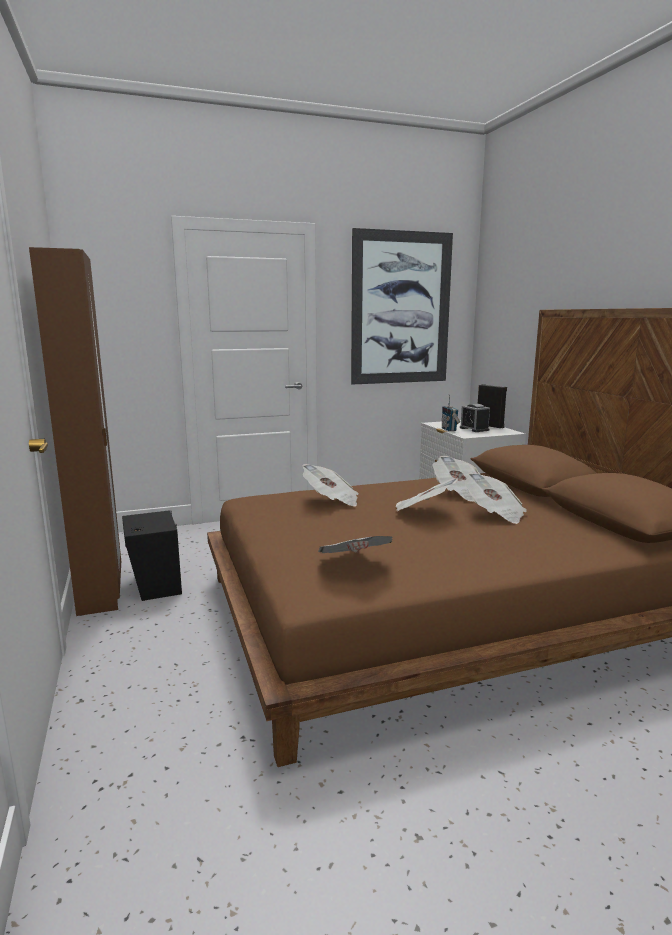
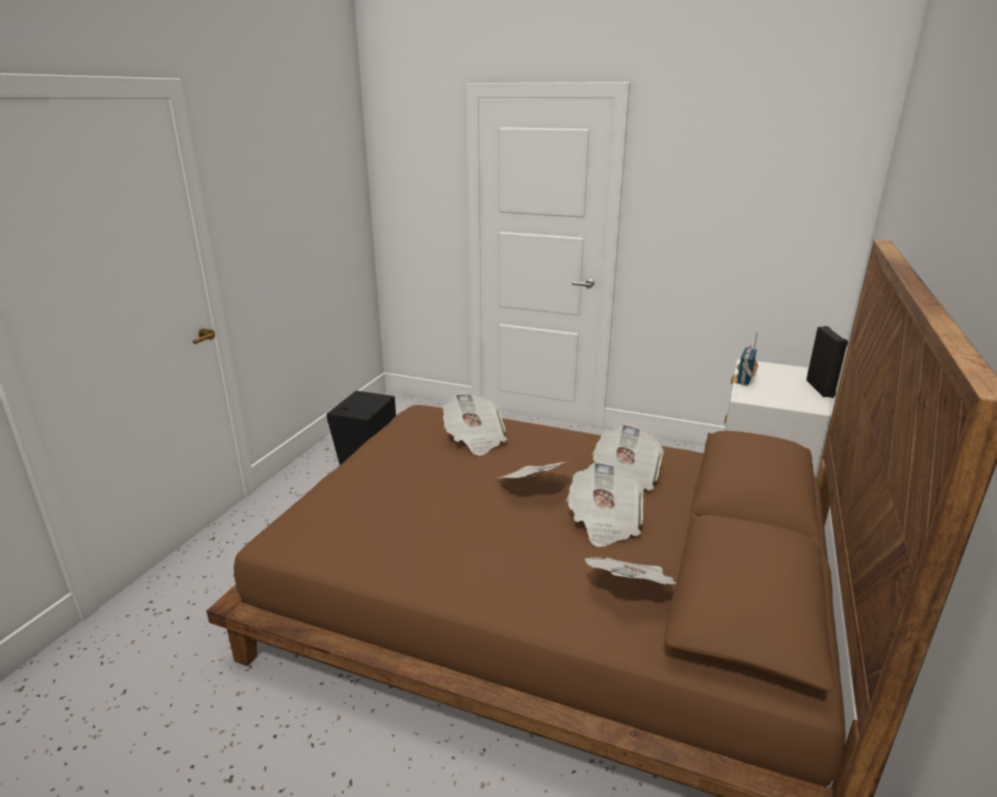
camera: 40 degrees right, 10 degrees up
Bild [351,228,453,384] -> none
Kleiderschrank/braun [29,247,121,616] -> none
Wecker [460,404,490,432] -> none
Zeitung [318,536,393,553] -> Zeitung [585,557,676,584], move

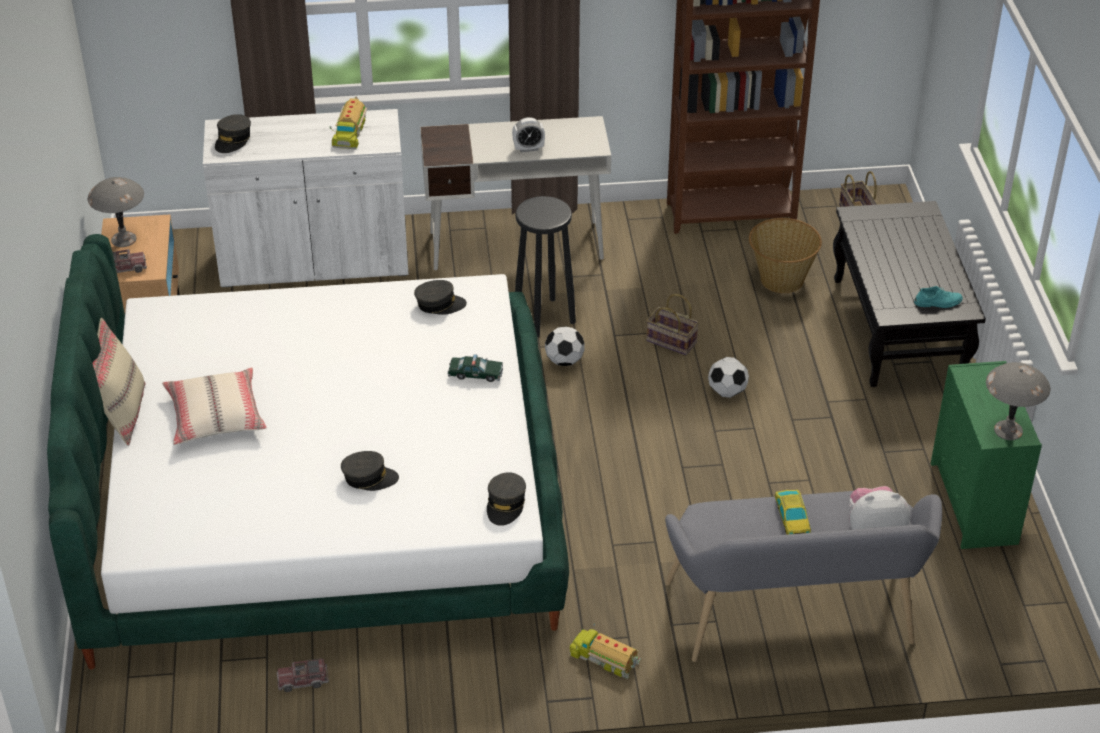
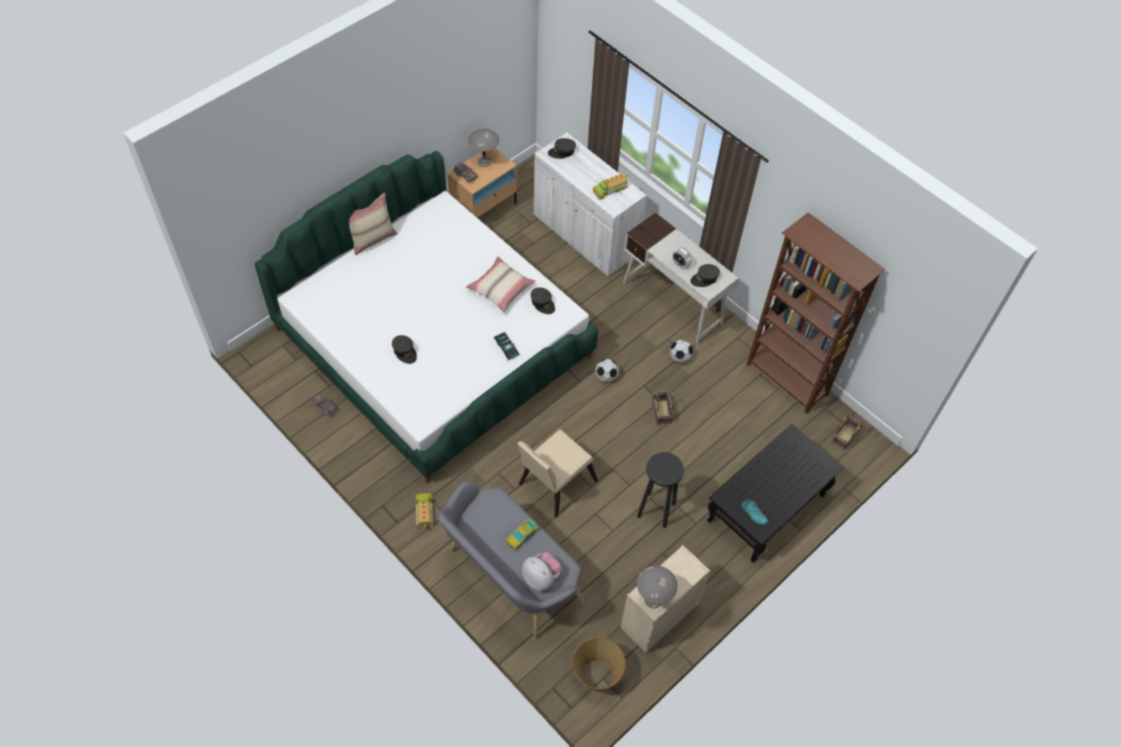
camera: 50 degrees right, 15 degrees up
Hocker/schwarz [515,196,576,337] -> Hocker/schwarz [637,452,684,528], move
Korb [749,218,822,293] -> Korb [572,637,626,692], move
Fußball [708,357,749,398] -> Fußball [670,340,693,363], move
Kommode/grün [931,361,1042,549] -> Kommode/beige [620,545,710,653]
Kissen/beige [162,368,267,445] -> Kissen/beige [466,257,535,312], move
Kappe/grau [487,472,526,526] -> Kappe/grau [690,264,720,287], move
none -> Stuhl/beige [517,429,598,518]

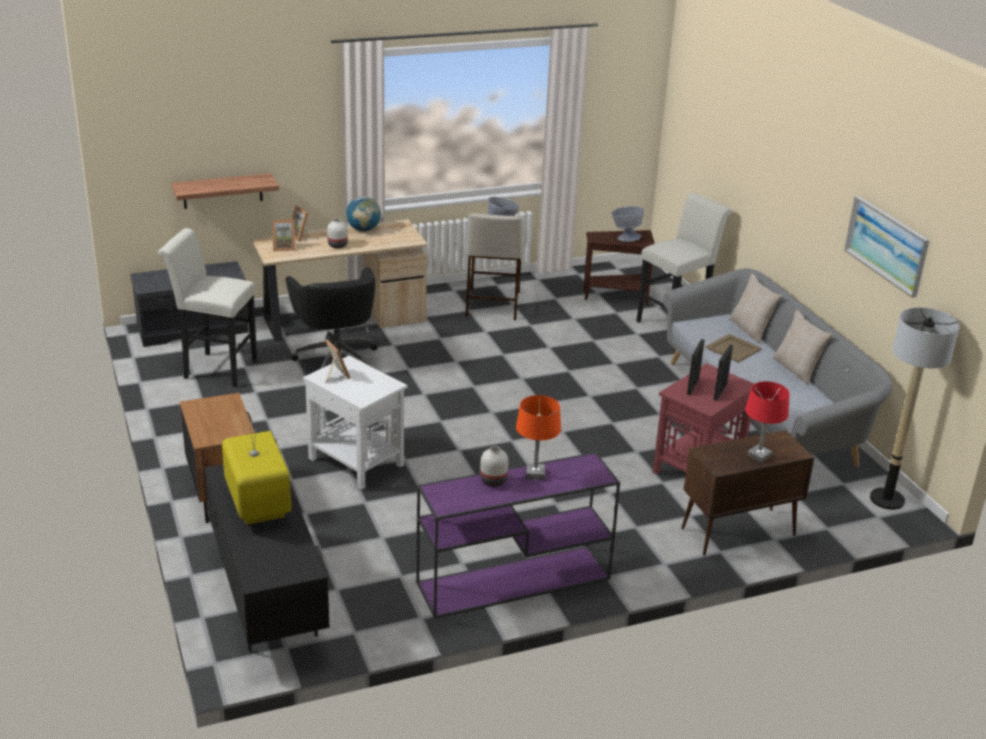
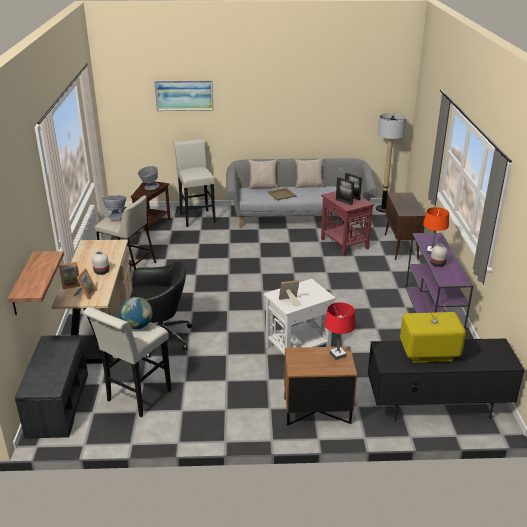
camera: 70 degrees left, 0 degrees up
Globus [346,196,381,231] -> Globus [120,297,153,329], move
Bild [844,196,930,298] -> Bild [154,80,214,111], move
Tischlampe/rot [745,381,790,463] -> Tischlampe/rot [325,302,356,360], move

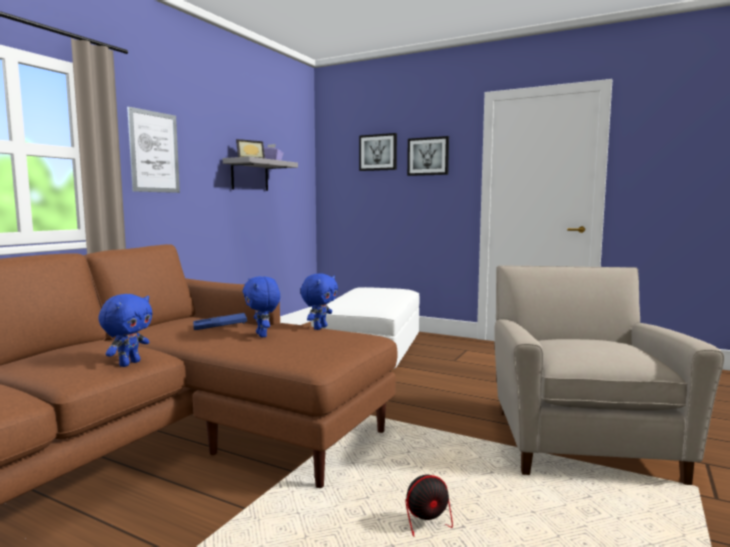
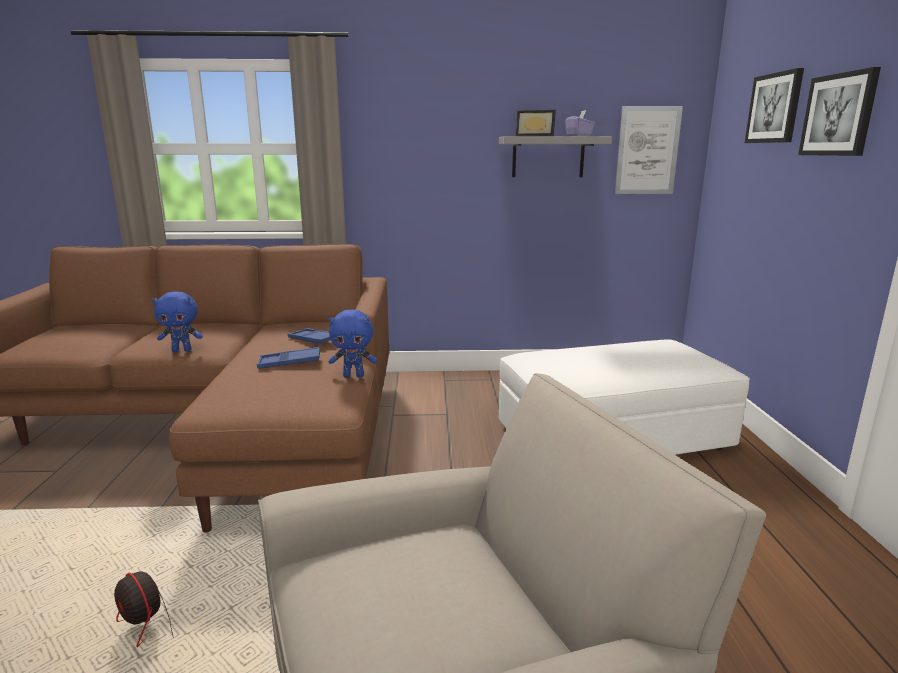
camera: 60 degrees right, 10 degrees up
Bild [127,107,180,193] -> Bild [615,106,683,194], move
Plüschtier/blau [242,276,280,337] -> Tablett/blau [257,347,320,369]

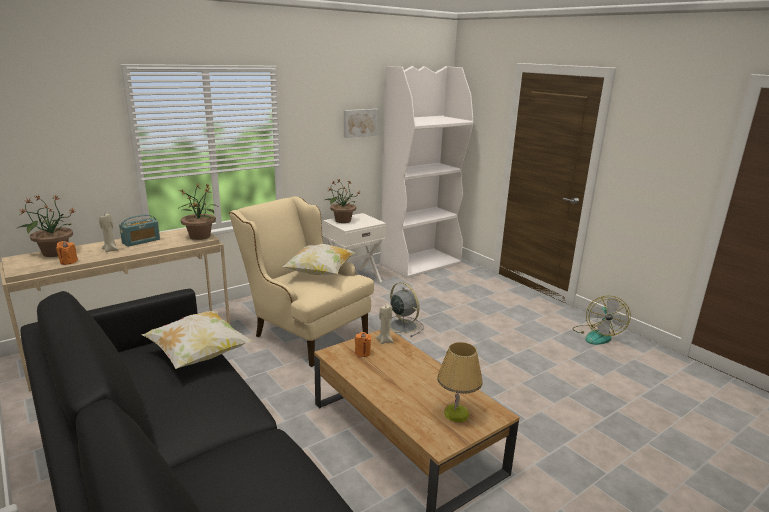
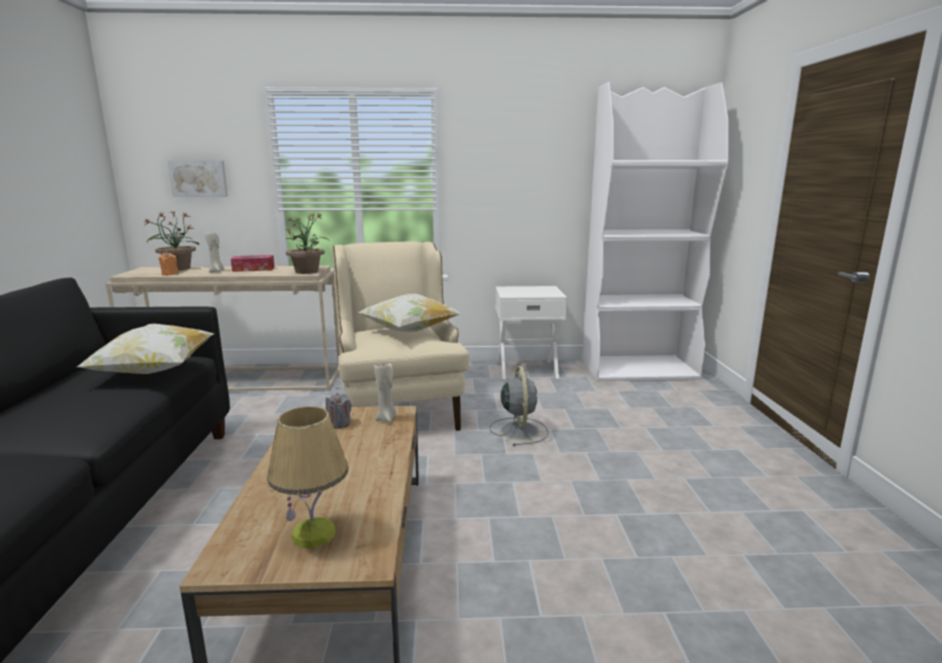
camera: 35 degrees right, 5 degrees down
Bild [344,109,379,138] -> Bild [167,160,228,197], move
Topfpflanze [323,180,360,223] -> none
Radio [119,215,160,247] -> Taschentuchbox [231,255,274,272]
Ventilator [572,296,631,345] -> none
Kerze/orange [355,332,371,357] -> Kerze/grau [326,393,351,429]

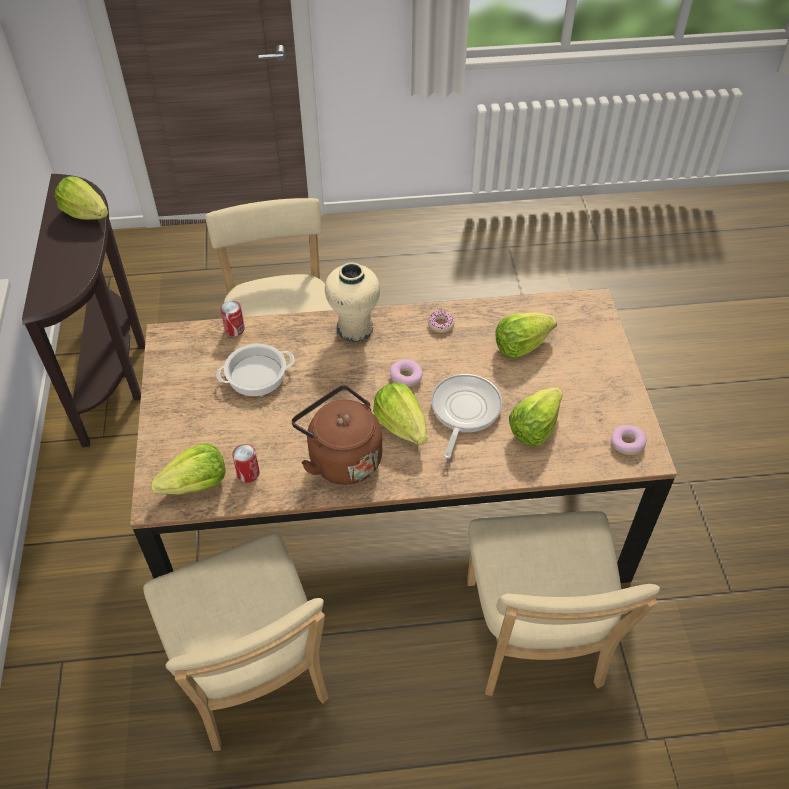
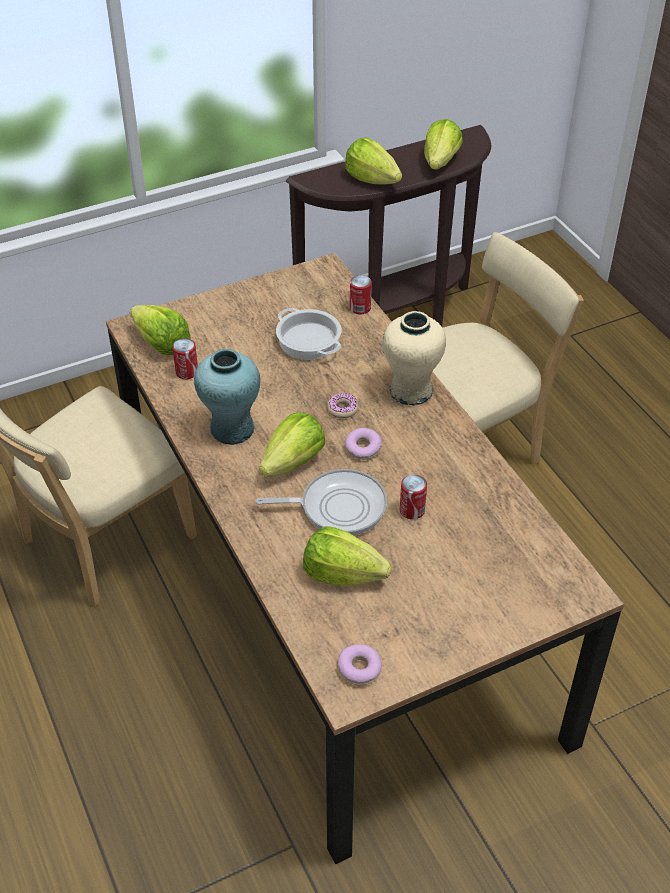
camera: 70 degrees right, 5 degrees down
Donut [428,311,454,333] -> Donut [327,393,358,418], move
Salatkopf [495,313,557,359] -> Salatkopf [345,137,402,185], move
Wasserkessel/braun [292,385,382,485] -> Vase/türkis [194,349,260,445]
Stuhl/beige [467,511,660,696] -> none
none -> Dose [400,475,427,519]

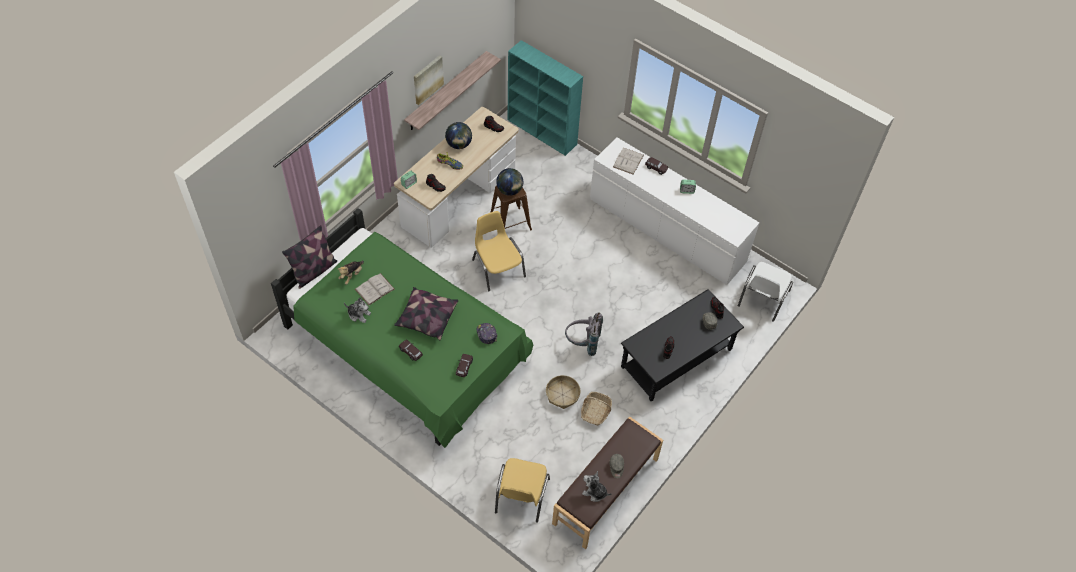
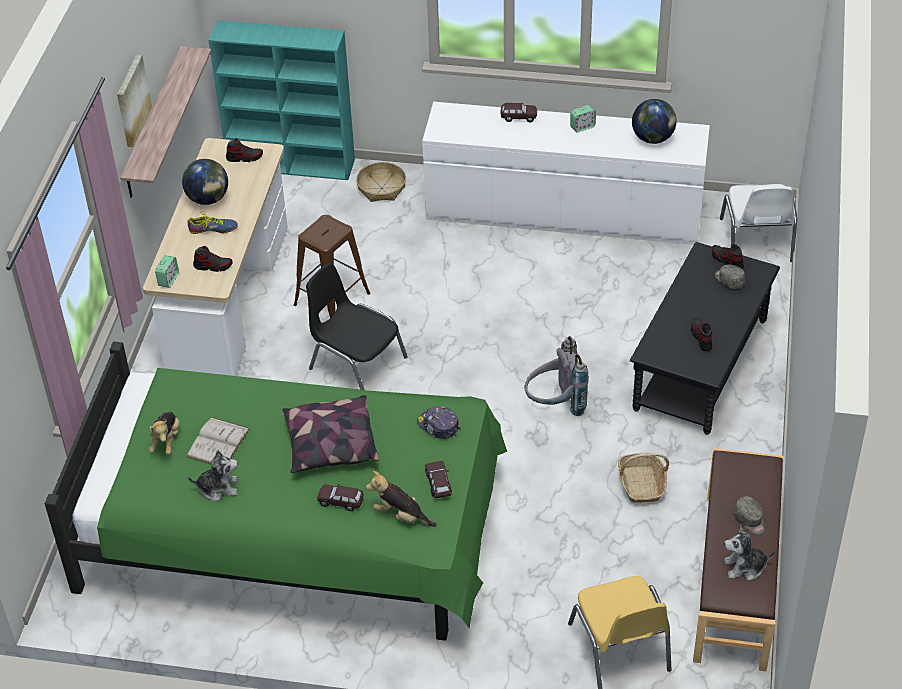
camera: 25 degrees left, 10 degrees down
Buch/weiß [613,147,644,175] -> none
Globus [496,168,523,196] -> Globus [632,99,677,144], move
Stuhl/gelb [472,211,526,292] -> Stuhl/schwarz [306,263,408,390]
Kissen [282,225,337,289] -> none
Korb [546,375,580,409] -> Korb [356,162,406,202], move
none -> Plüschtier [366,471,437,527]

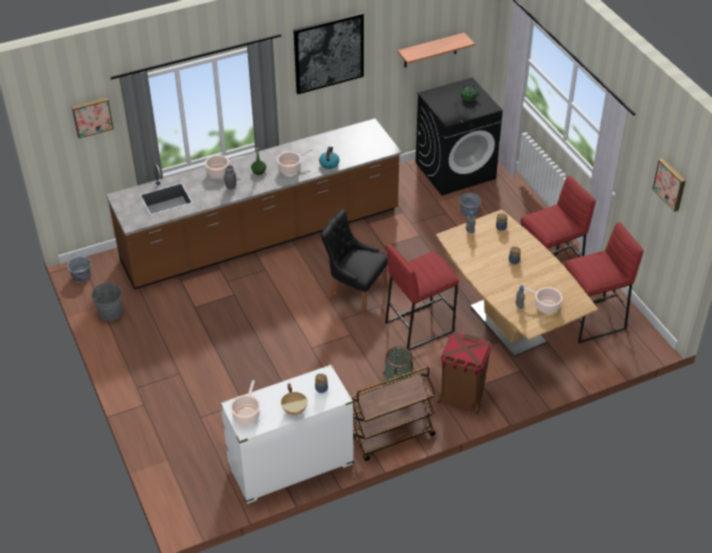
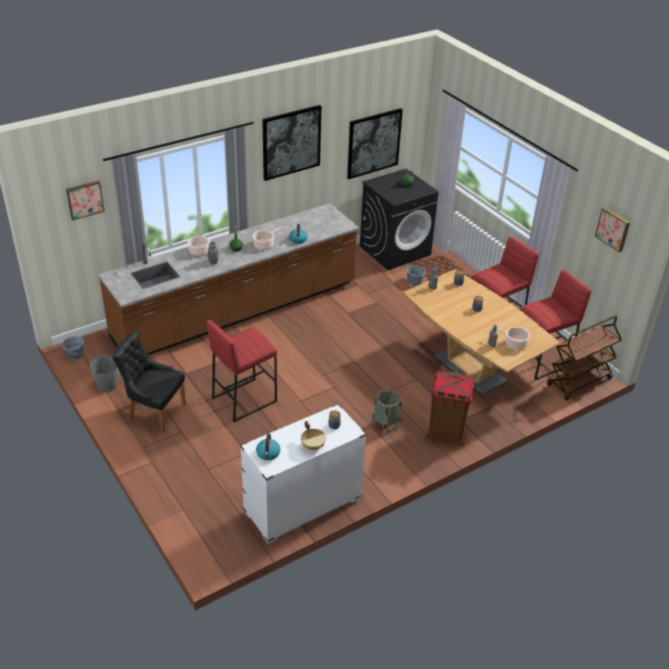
camera: 10 degrees left, 5 degrees down
Wandregal [397,33,475,67] -> Bild [347,108,403,179]
Stuhl/schwarz [321,209,388,315] -> Stuhl/schwarz [112,331,186,434], move
Hocker/rot [385,244,459,350] -> Hocker/rot [206,320,277,422], move
Rollwagen/braun [351,366,436,461] -> Rollwagen/braun [547,316,622,400], move
Kochtopf [230,380,260,425] -> Wasserkessel [256,434,280,460]

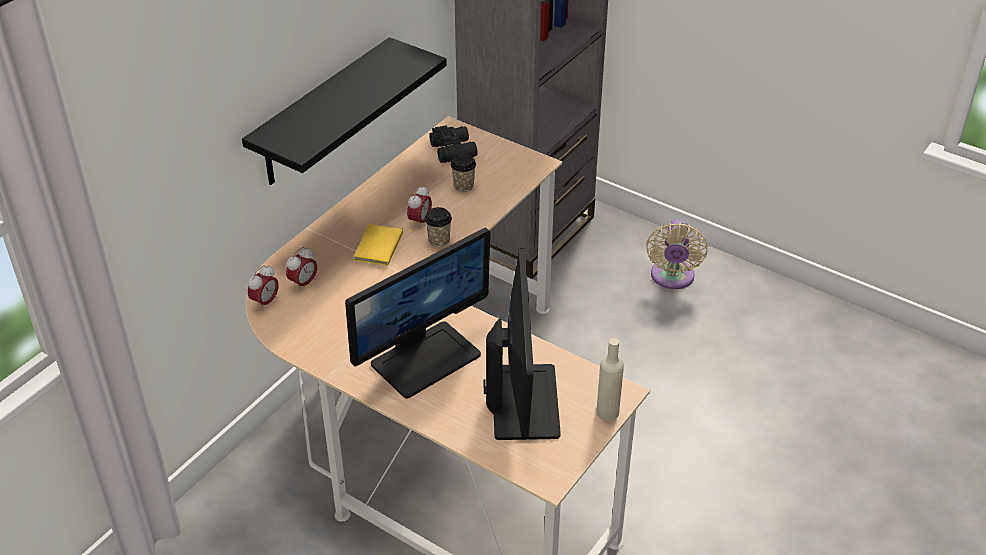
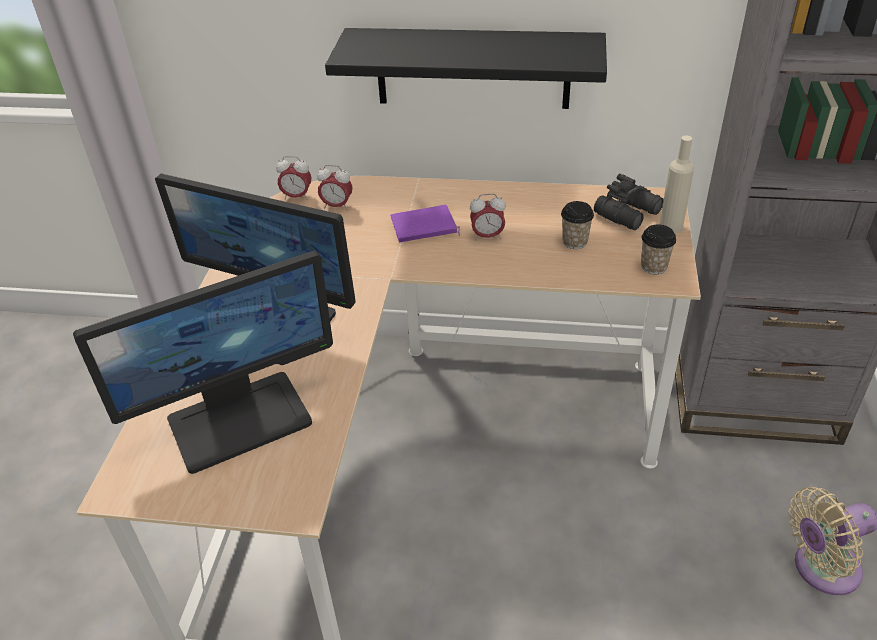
camera: 65 degrees right, 0 degrees up
Tasse [425,207,452,247] -> Tasse [641,225,676,274], move
Buch/gelb [354,224,414,266] -> Buch/lila [390,205,460,243]
Flasche/beige [596,338,624,421] -> Flasche/beige [659,136,694,234], move

